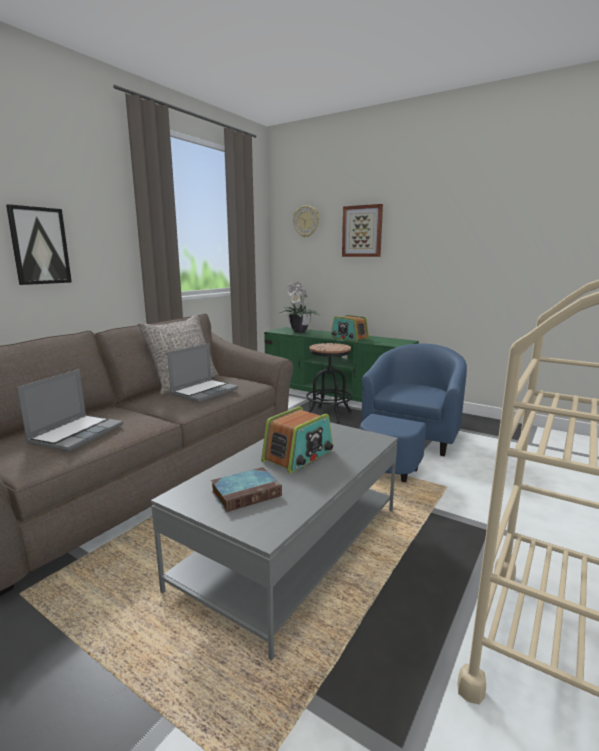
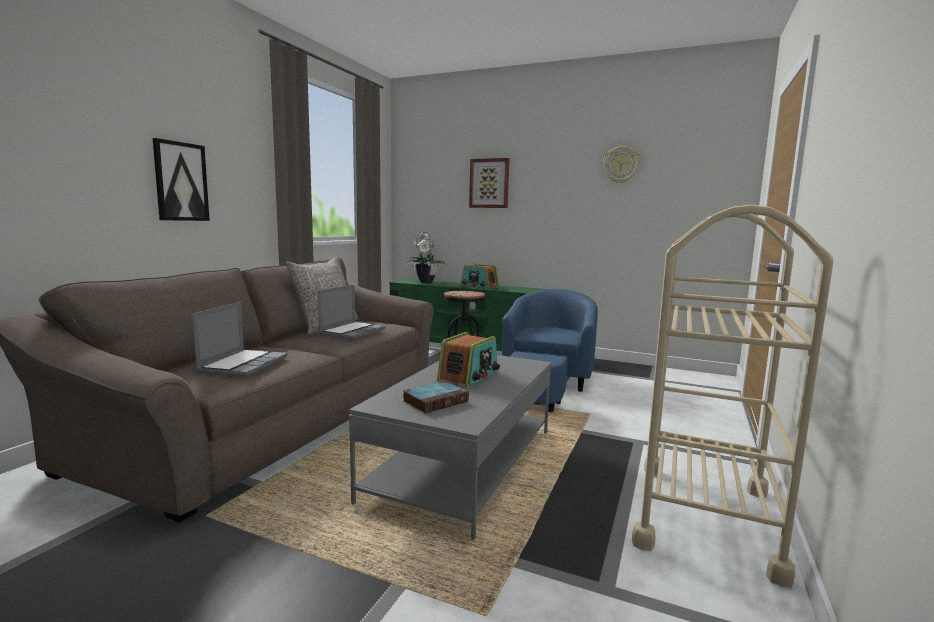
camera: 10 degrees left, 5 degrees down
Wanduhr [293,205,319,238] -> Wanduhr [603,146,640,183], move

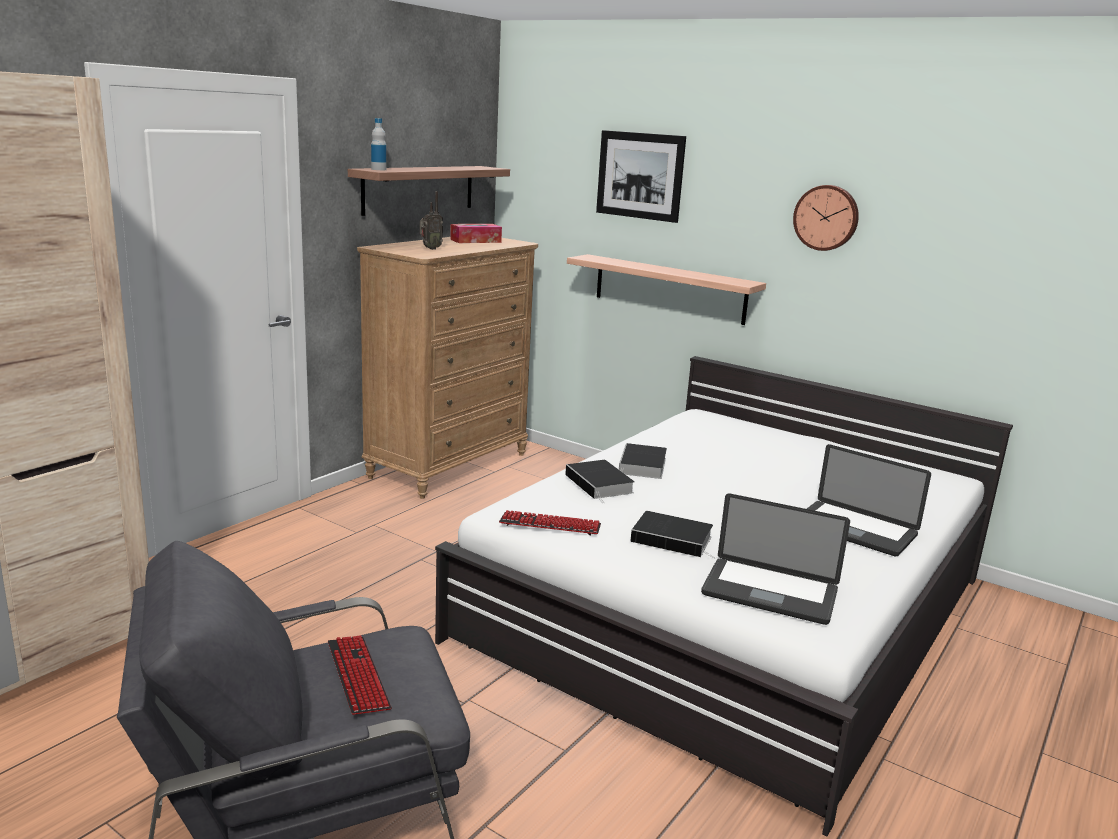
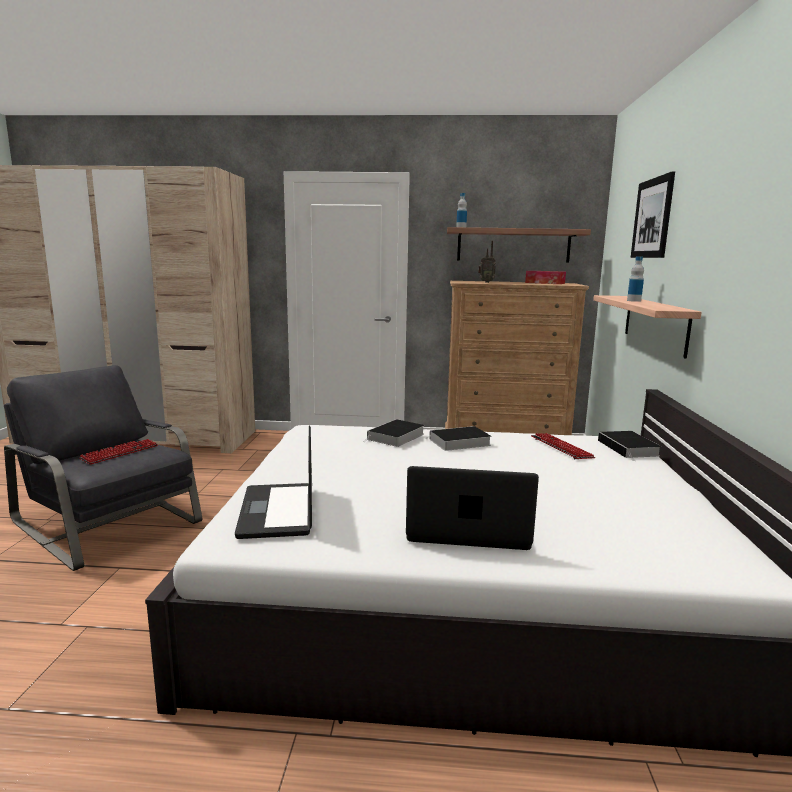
camera: 60 degrees right, 5 degrees down
Wanduhr [793,185,859,251] -> none
Laptop [807,444,931,557] -> Laptop [406,466,539,550], 90 degrees clockwise
Tastatur [499,510,601,535] -> Tastatur [531,433,595,459], move
Buch [630,511,716,559] -> Buch [598,431,662,461], move
none -> Flasche [627,256,644,302]

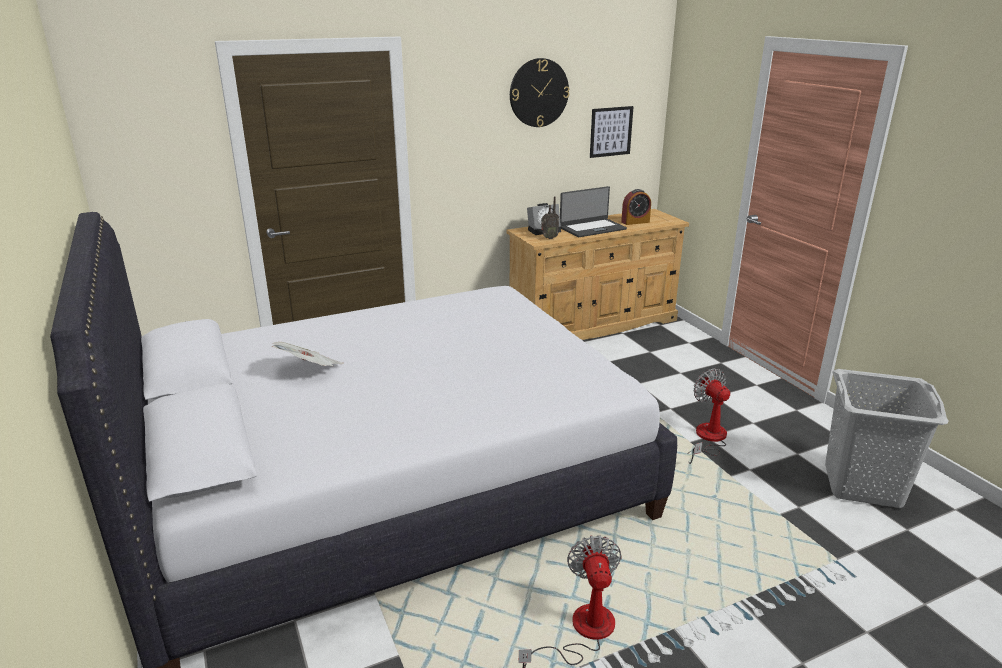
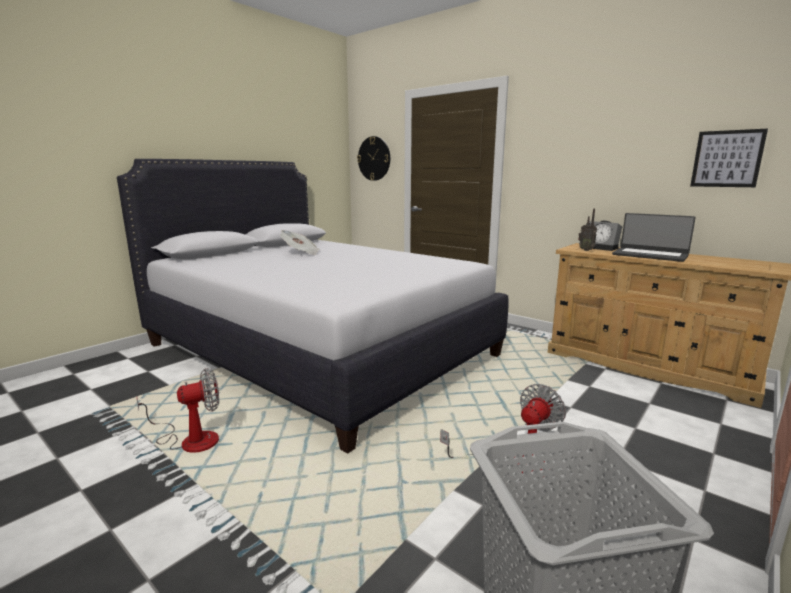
camera: 65 degrees right, 10 degrees down
Wanduhr [510,58,569,127] -> Wanduhr [357,136,390,181], move
Wecker [621,189,651,225] -> none

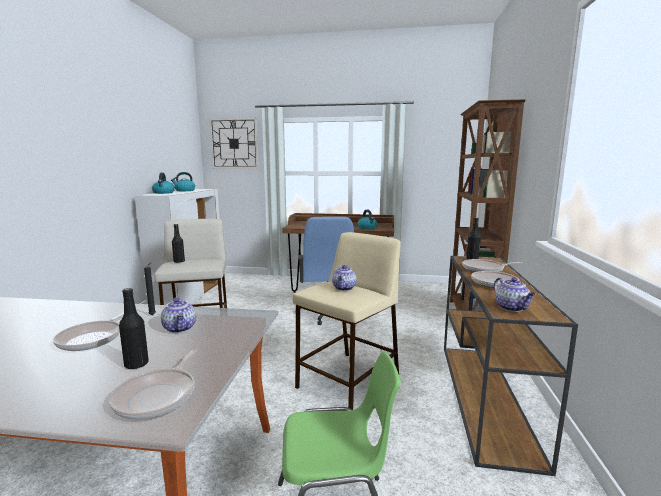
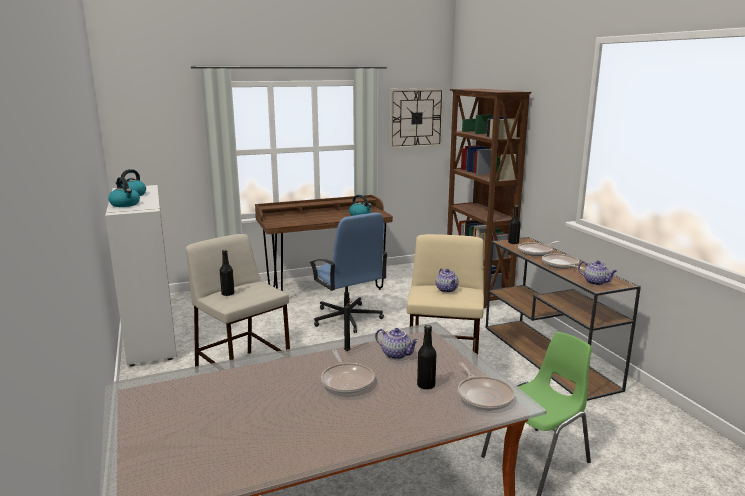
camera: 30 degrees left, 5 degrees up
Wanduhr [209,118,258,168] -> Wanduhr [390,88,444,149], move

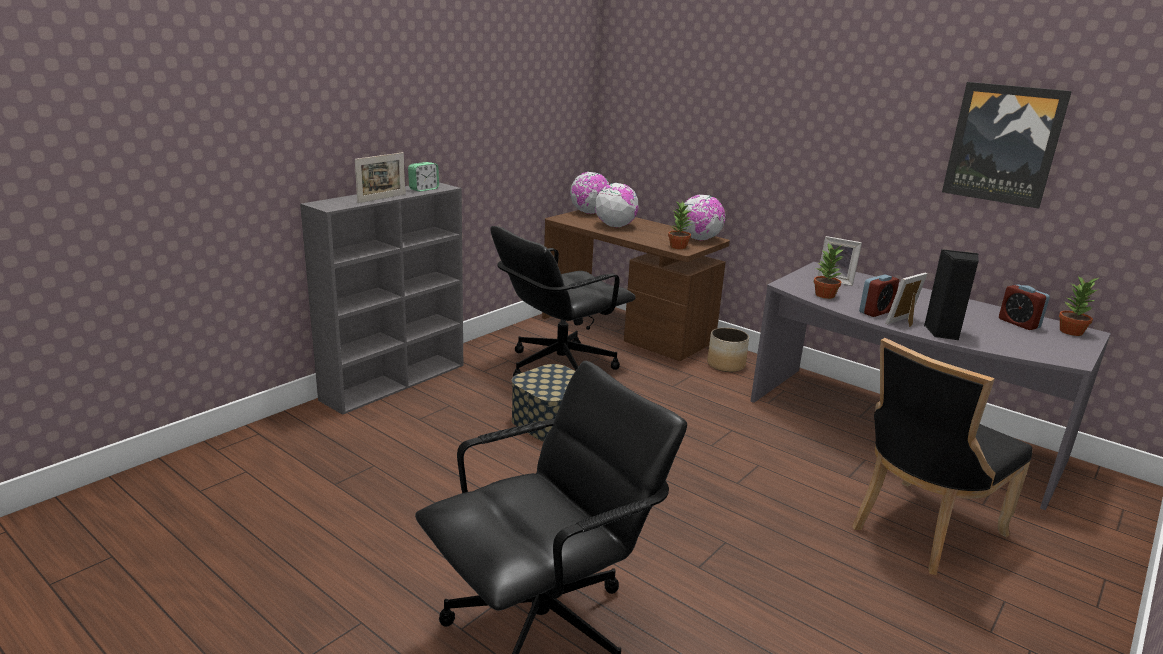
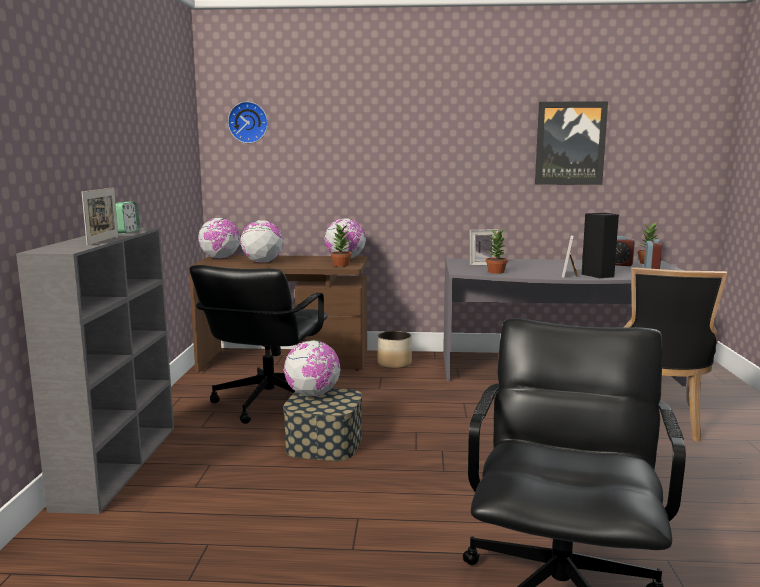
camera: 35 degrees left, 10 degrees down
Wecker [859,274,899,317] -> Wecker [644,239,662,269], move
none -> Wanduhr [228,101,268,143]
none -> Globus [284,340,341,397]

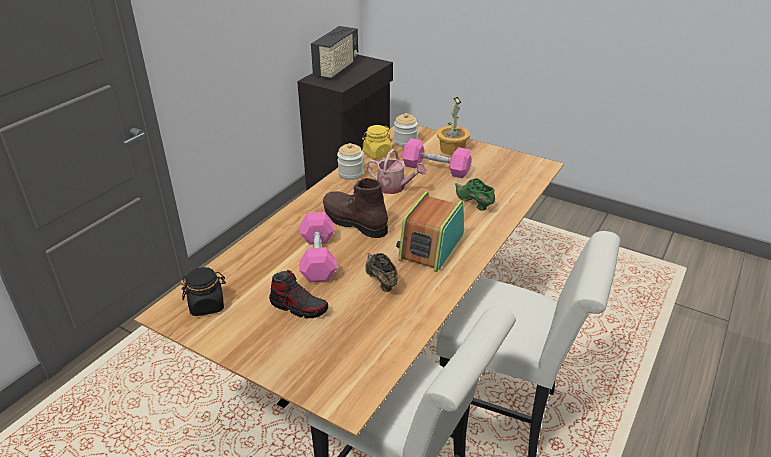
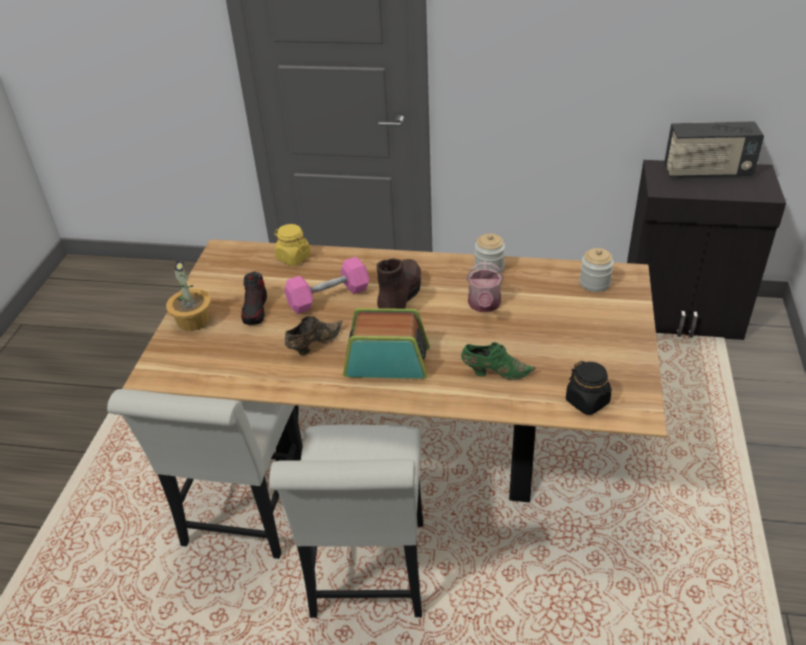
camera: 70 degrees right, 5 degrees up
Topfpflanze [437,96,470,155] -> Topfpflanze [166,261,211,331], move
Vorratsglas/gelb [362,125,392,159] -> Vorratsglas/gelb [274,224,310,266], move
Hantel/rosa [402,138,472,178] -> none
Schuh/grün [455,178,495,211] -> Schuh/grün [461,342,536,380], 60 degrees clockwise
Vorratsglas/schwarz [181,267,226,316] -> Vorratsglas/schwarz [566,361,612,415], move

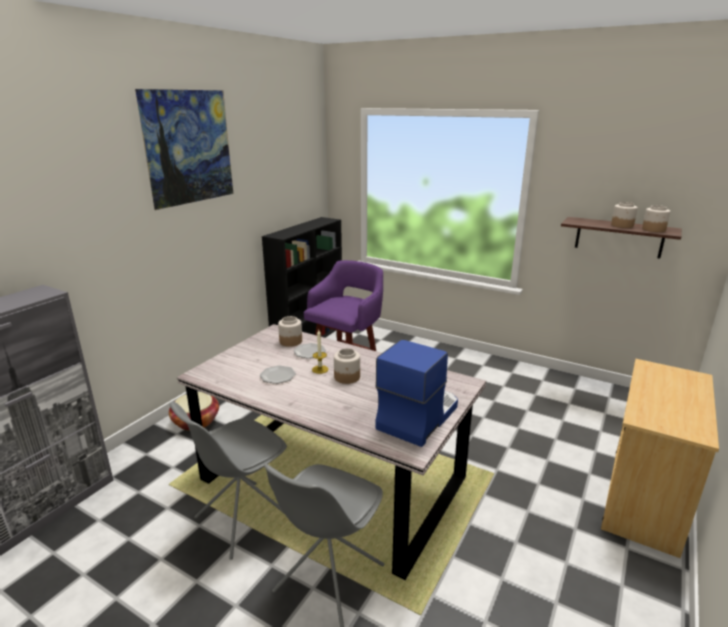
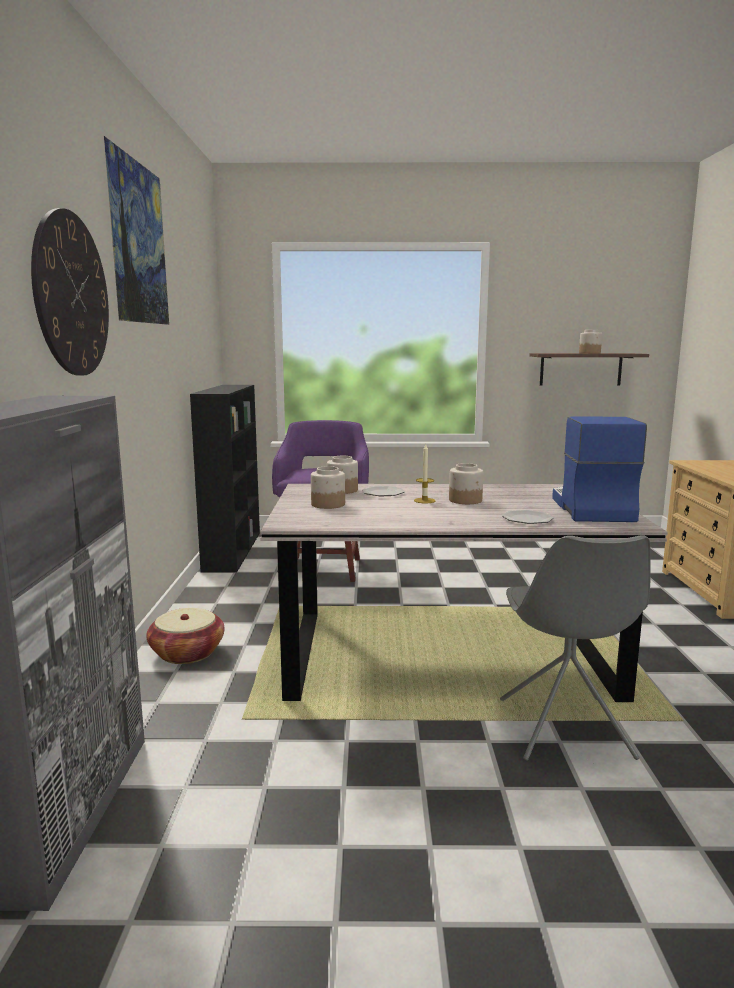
camera: 30 degrees left, 10 degrees down
Vorratsglas [642,205,670,232] -> Vorratsglas [311,466,345,509], move
Teller [260,365,296,384] -> Teller [502,510,554,524], move
Stuhl/grau [170,401,287,560] -> none
none -> Wanduhr [31,208,109,376]

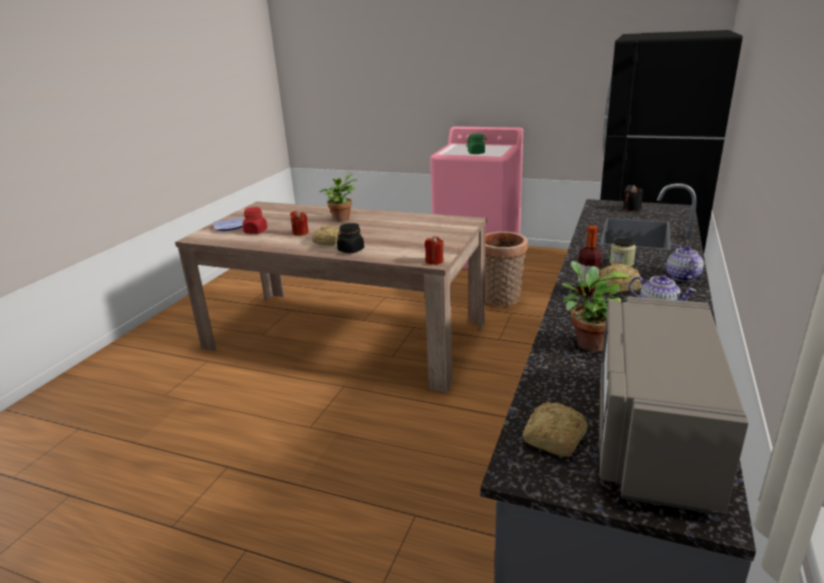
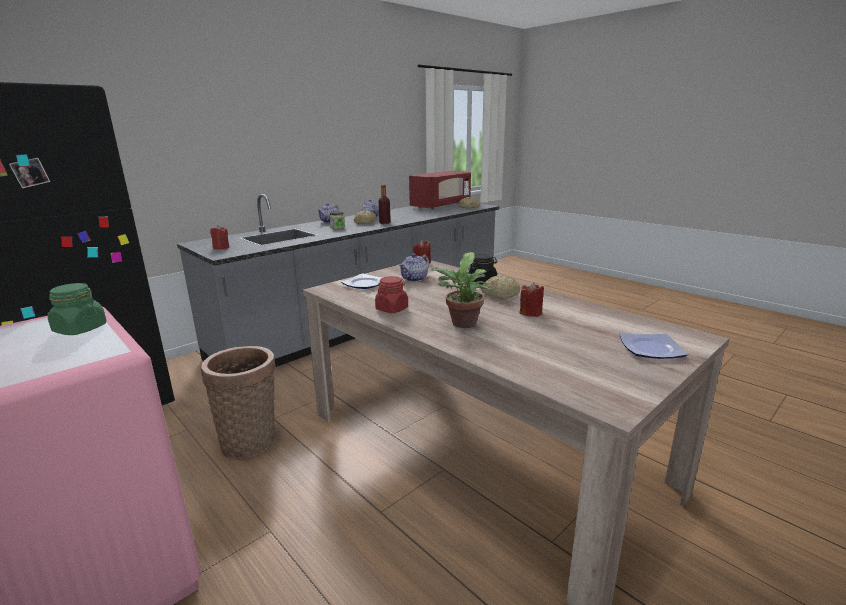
camera: 155 degrees left, 5 degrees down
Kerze/schwarz [623,185,643,211] -> Kerze/rot [210,225,229,249]
Vorratsglas/rot [243,207,267,234] -> Vorratsglas/rot [375,276,408,313], move
Topfpflanze [562,261,631,352] -> none
Mikrowelle/grau [599,296,749,516] -> Mikrowelle/rot [409,171,471,209]
none -> Teekanne [398,253,429,282]
none -> Teller [341,273,384,289]

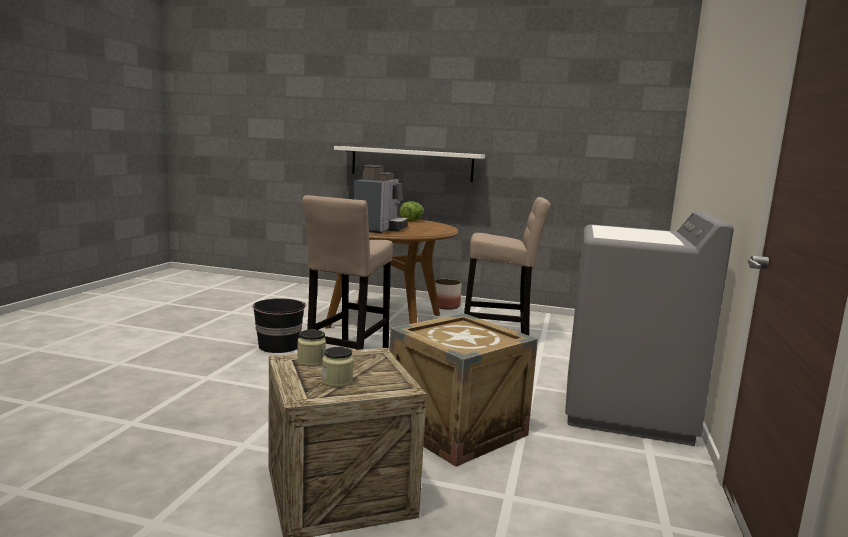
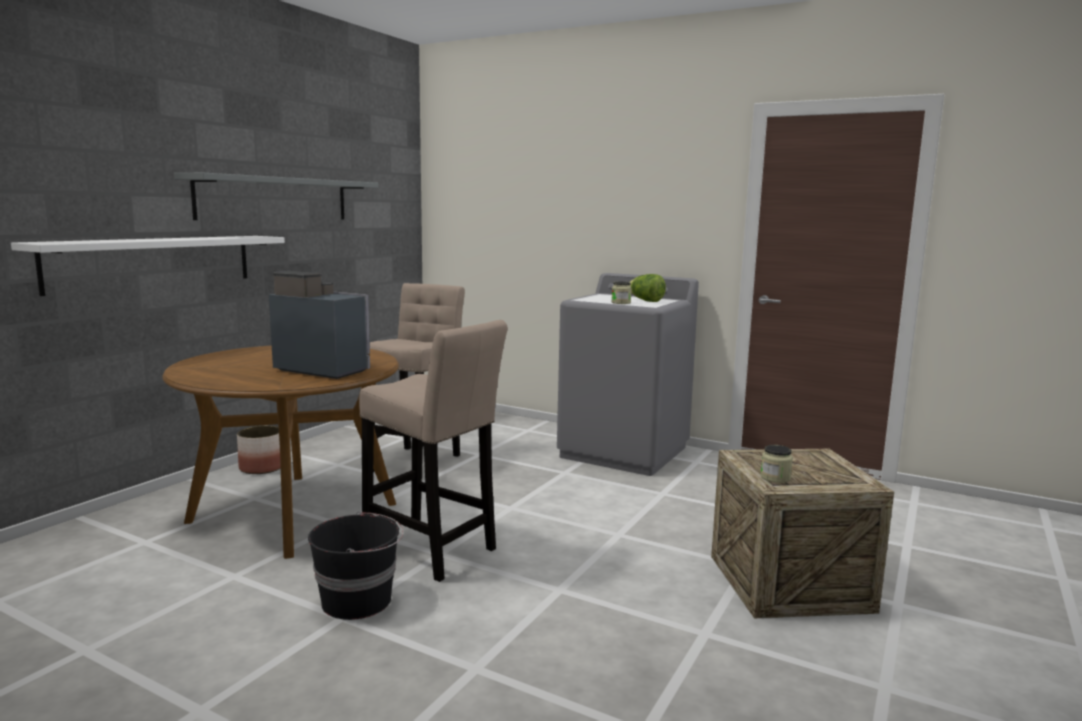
camera: 75 degrees left, 0 degrees up
Salatkopf [400,201,424,222] -> Salatkopf [630,274,666,302], move
Kiste [390,313,538,467] -> none
Vorratsglas [322,347,353,387] -> Vorratsglas [612,282,632,304], move
none -> Wandregal/grau [174,173,378,220]

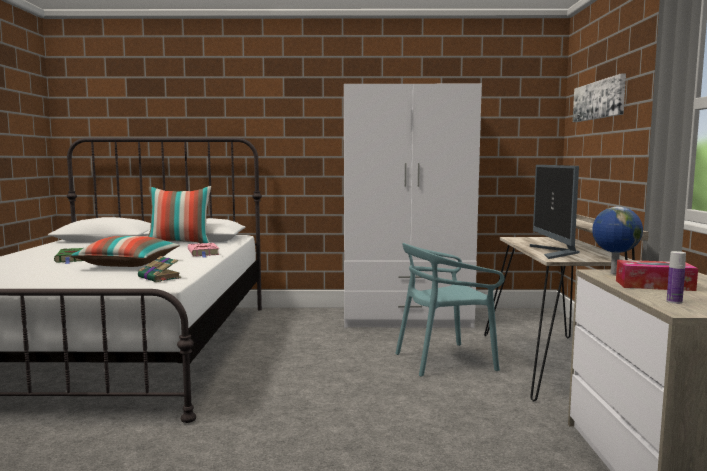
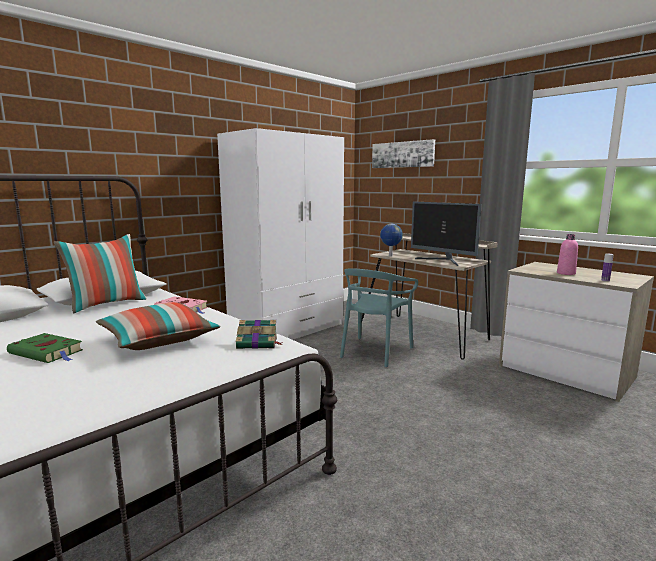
camera: 45 degrees left, 5 degrees up
Globus [592,207,643,274] -> Globus [380,224,403,257], move
Taschentuchbox [616,260,698,291] -> Flasche/rosa [557,234,578,275]

